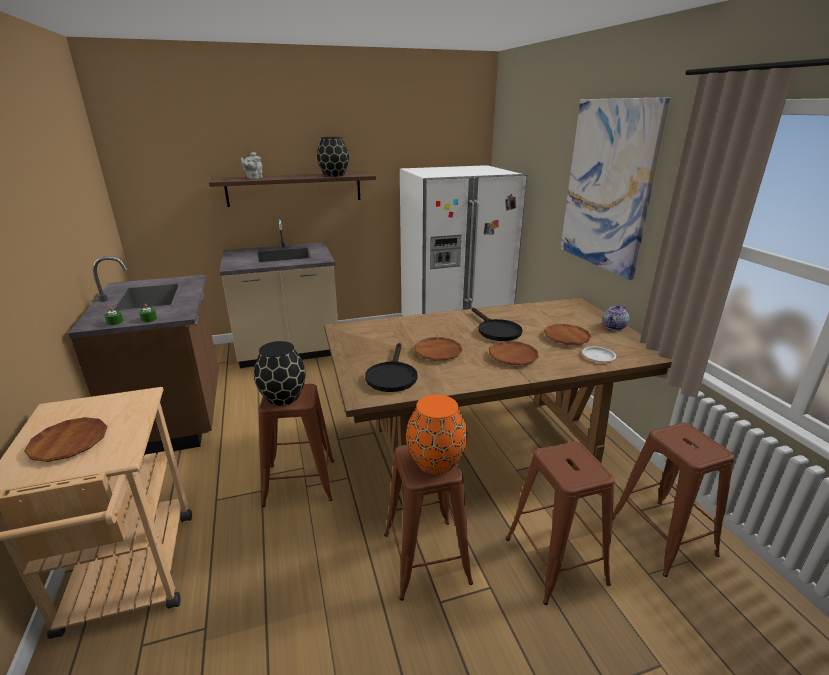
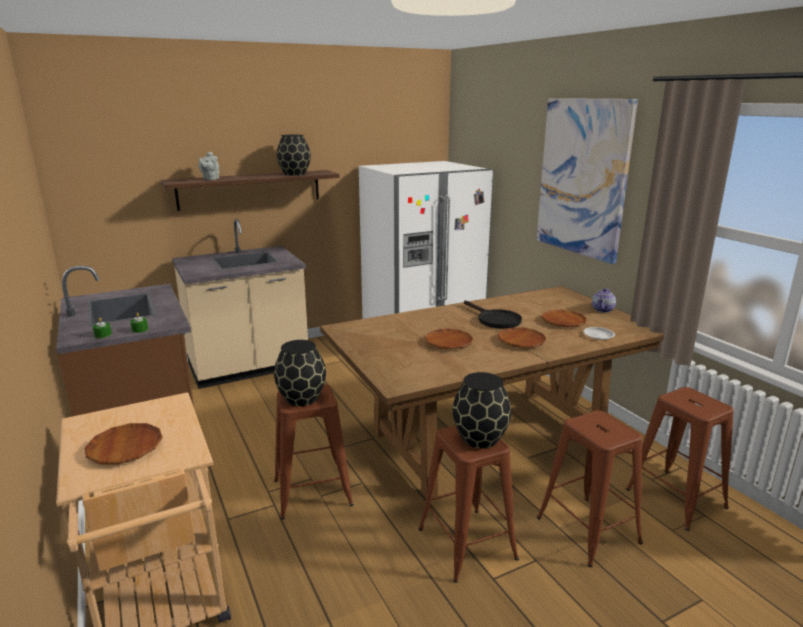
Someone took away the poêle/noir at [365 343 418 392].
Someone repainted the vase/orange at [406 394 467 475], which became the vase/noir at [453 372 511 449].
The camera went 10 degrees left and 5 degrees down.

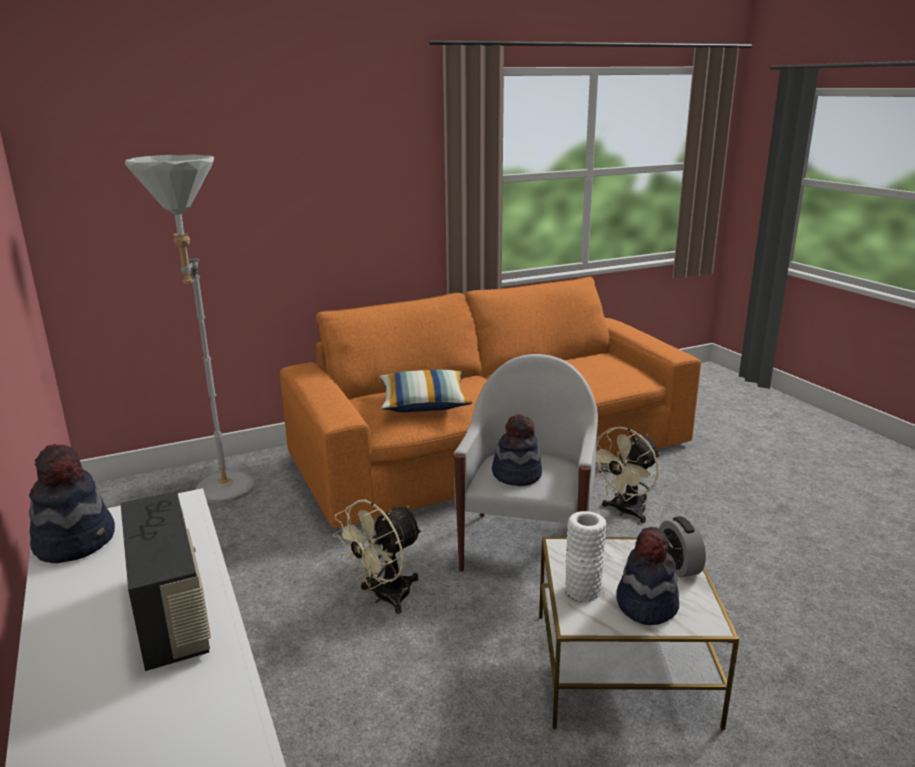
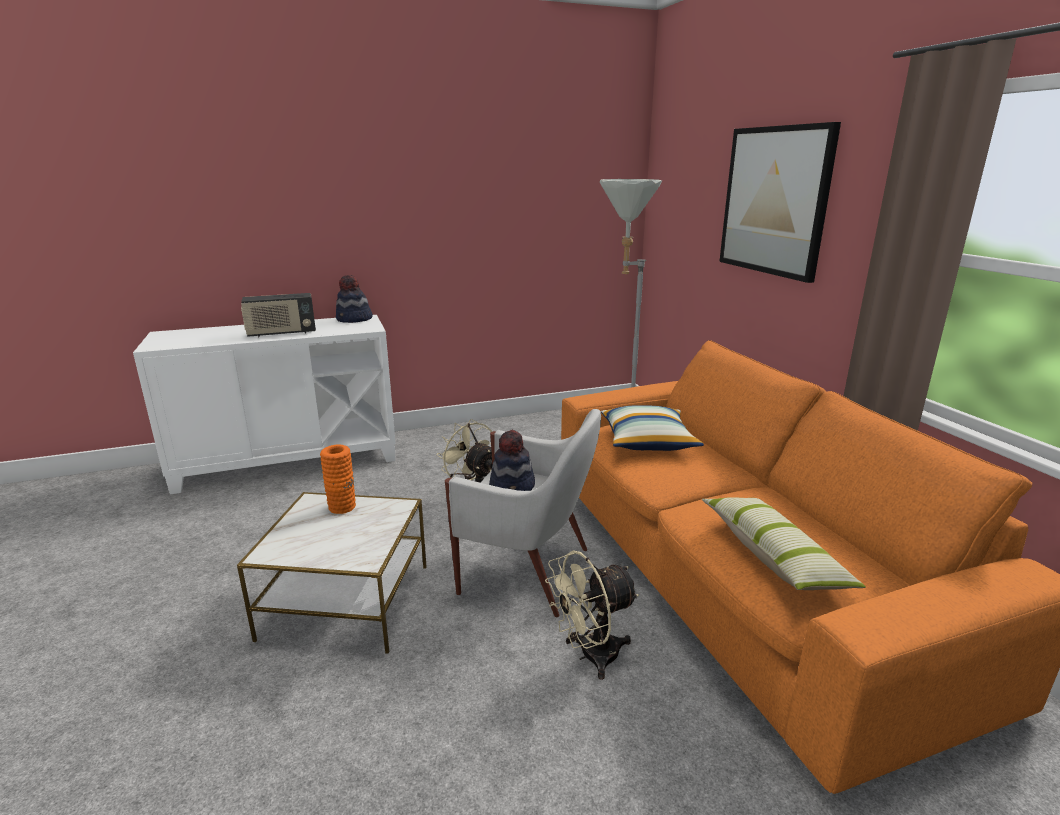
Someone repainted the vase/blanc at [565 511 607 602], which became the vase/orange at [320 445 356 514].
Someone rotated the ventilateur/beige at [595 427 661 523] by 75 degrees counterclockwise.
Someone took away the chapeau at [616 527 679 625].
Someone took away the réveil at [659 516 706 578].
Someone put down the coussin at [702 497 866 590].
Someone put up the tableau at [719 122 841 283].
The camera went 95 degrees right and 0 degrees up.

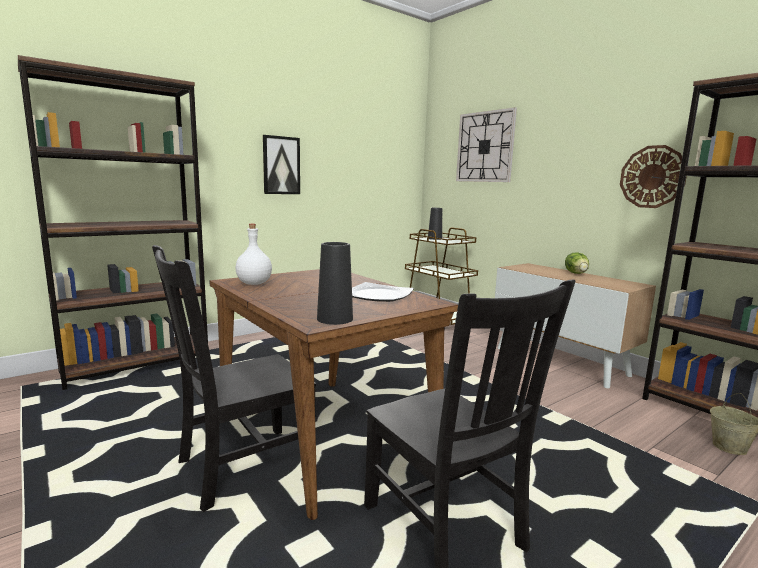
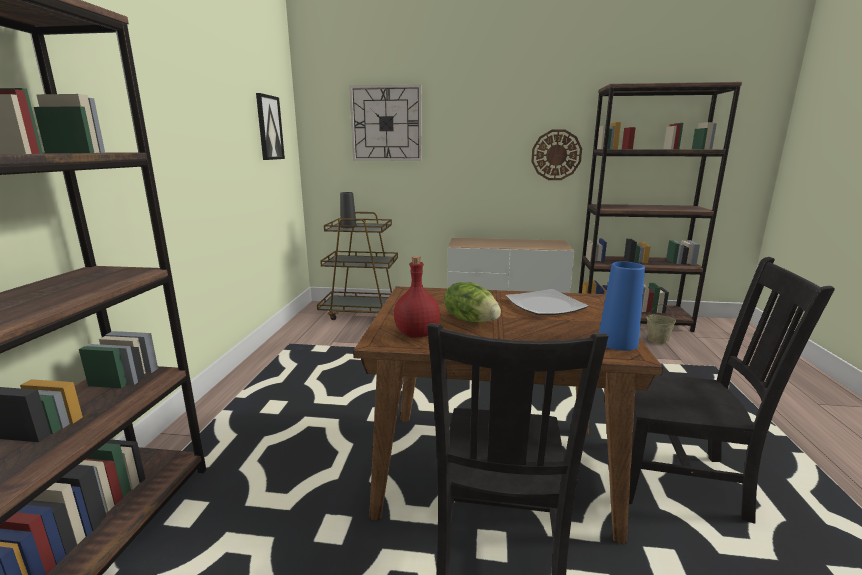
Someone repainted the bouteille/blanc at [235 224 272 285], which became the bouteille/rouge at [394 256 440 338].
Someone carried the tableau from [263 135 300 194] to [256 93 285 160].
Someone repainted the vase/noir at [317 242 353 325], which became the vase/bleu at [599 261 645 351].
Someone carried the laitue from [565 252 589 274] to [444 282 501 323].
The camera went 45 degrees left and 5 degrees up.

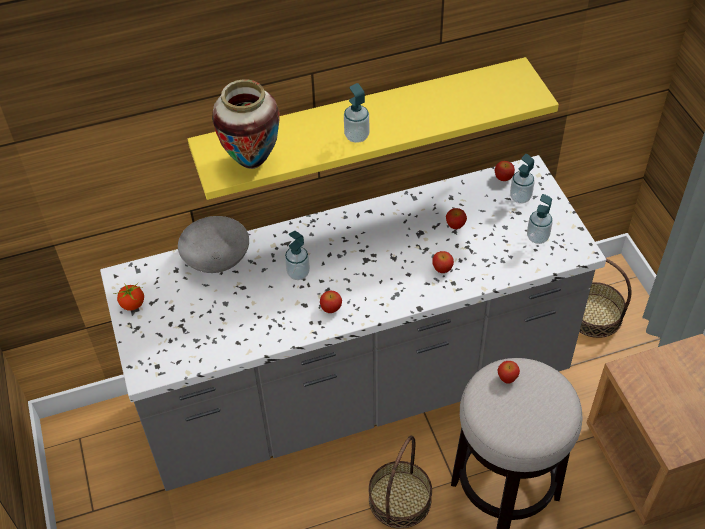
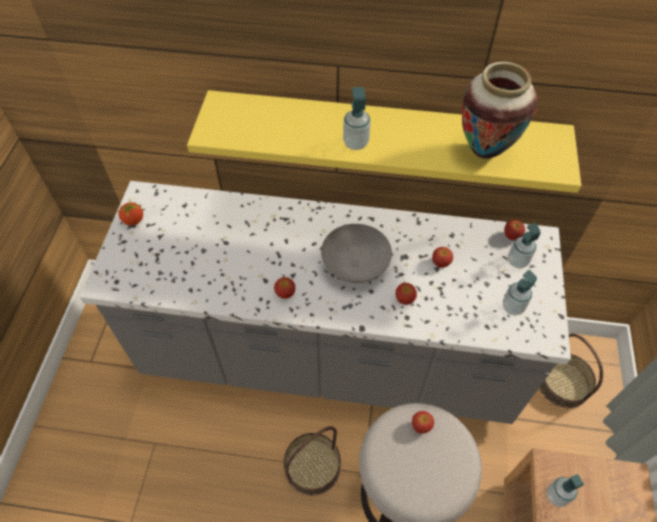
Someone carried the bol/gris from [178 216 249 273] to [321 224 392 283].
Someone carried the vase from [212 79 280 169] to [462 61 537 159].
Someone carried the distributeur de savon from [285 231 310 280] to [546 474 584 507].
The camera went 25 degrees right and 5 degrees up.

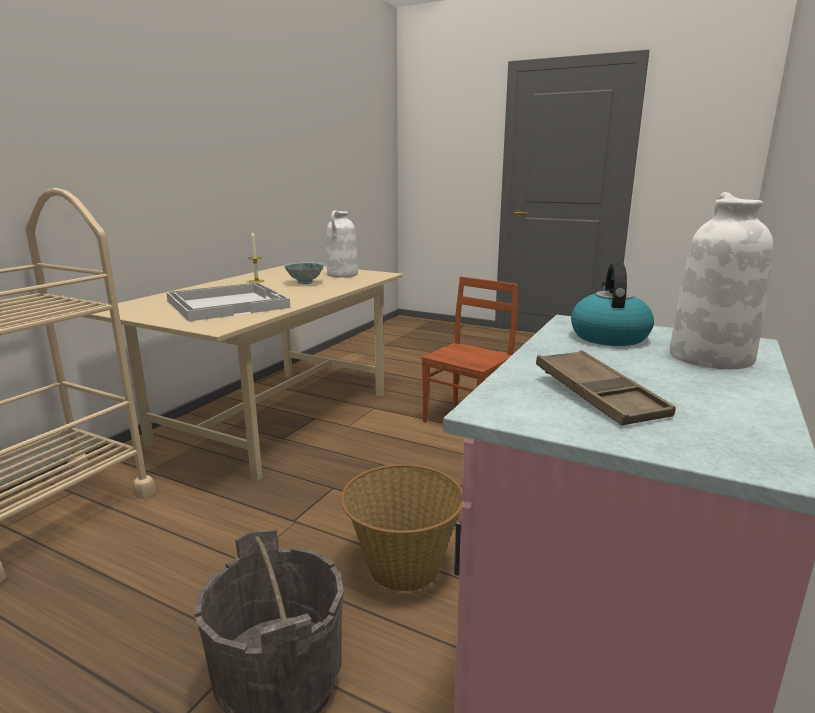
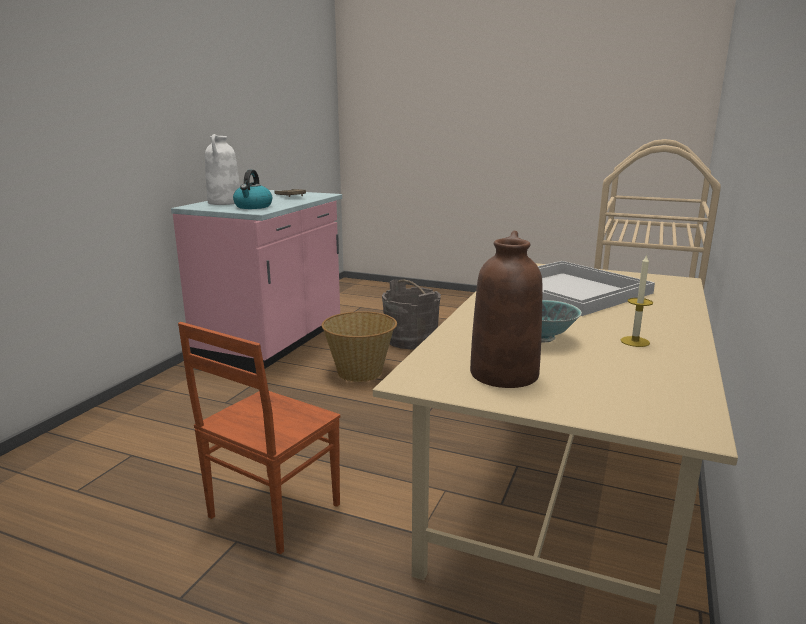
Someone repainted the vase/blanc at [327 210 358 278], which became the vase/marron at [470 231 542 388].
The camera went 175 degrees right and 0 degrees up.

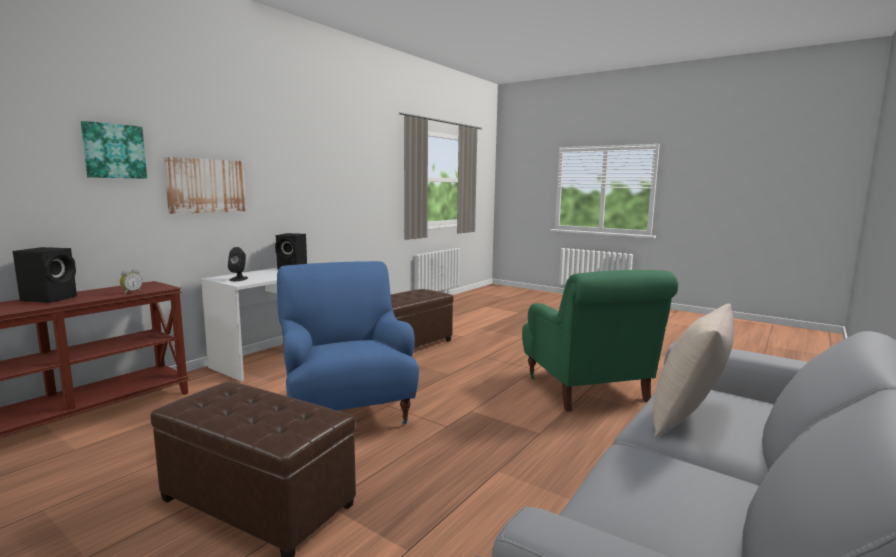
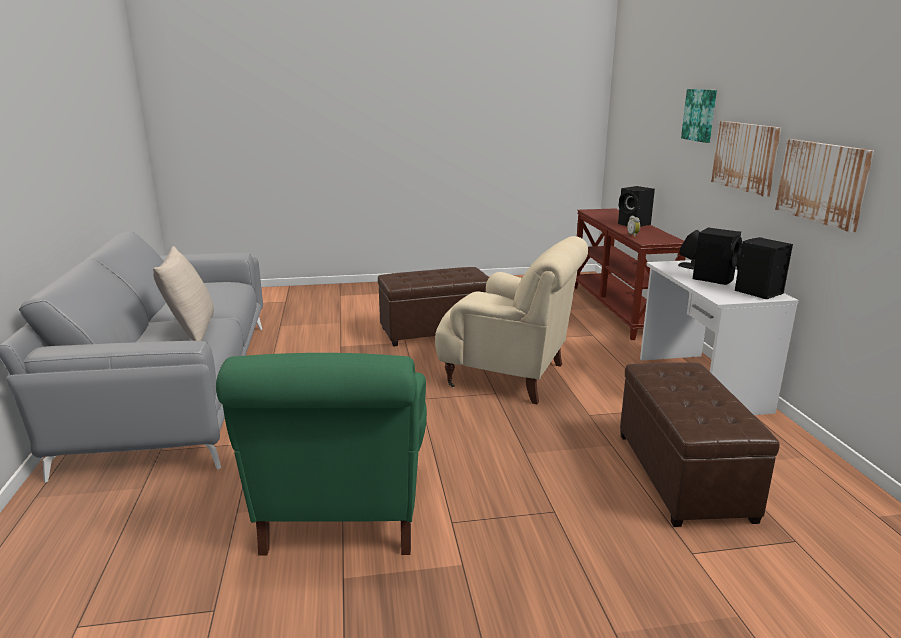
Someone repainted the fauteuil/bleu at [277 261 419 424], which became the fauteuil/beige at [435 236 588 405].
Someone rotated the fauteuil/vert at [522 270 678 412] by 120 degrees counterclockwise.
Someone put down the enceinte/noir at [693 228 742 285].
Someone put up the tableau at [775 139 874 232].
The camera went 135 degrees right and 10 degrees up.

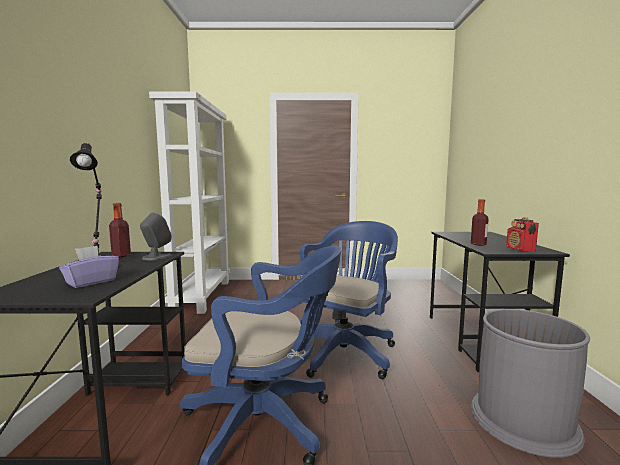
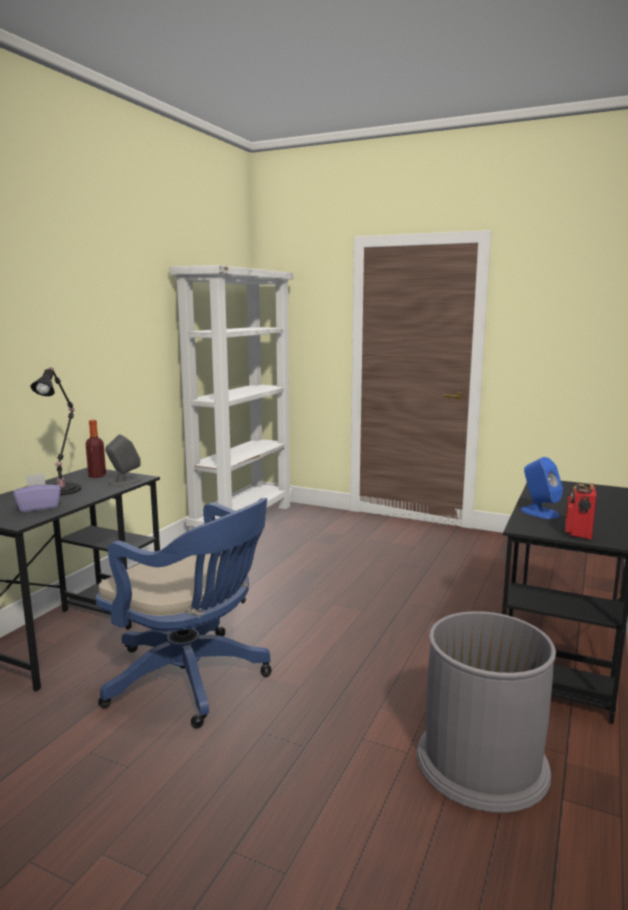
Someone took away the chaise de bureau/bleu at [300 221 398 379].
Someone swapped the bouteille at [471 199 489 245] for the enceinte/bleu at [521 457 563 519].
The camera went 25 degrees right and 5 degrees up.

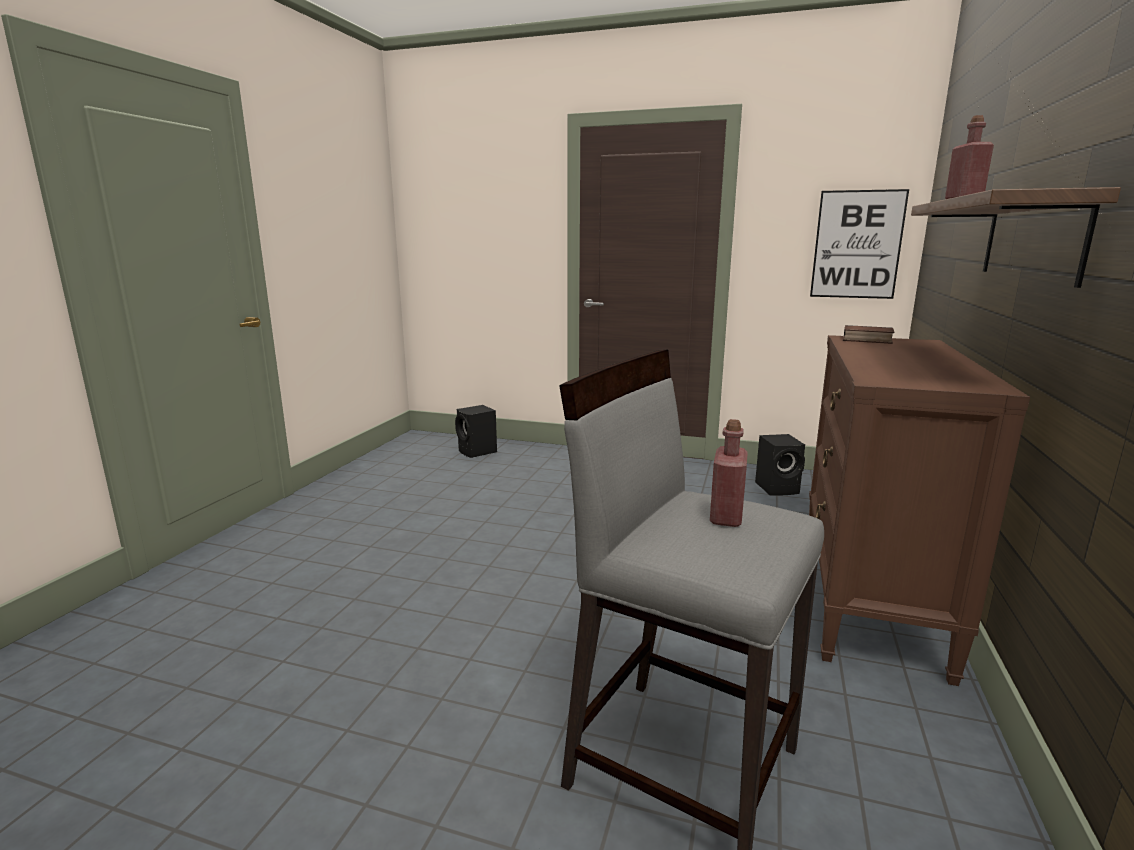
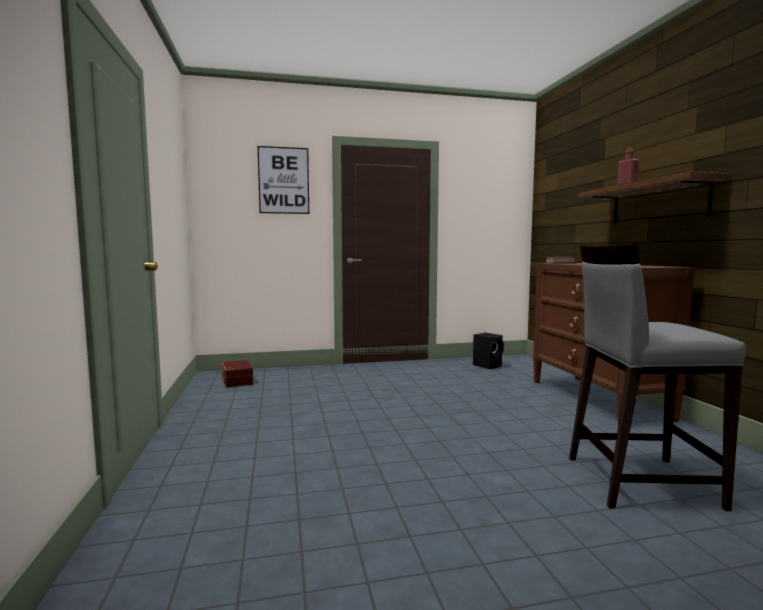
Someone took away the enceinte/noir at [455 405 497 458].
Someone took away the bouteille/rouge at [710 419 748 527].
Someone carried the tableau from [810 189 909 299] to [258 146 309 214].
Someone put down the boîte de rangement/marron at [221 360 254 388].
The camera went 30 degrees left and 10 degrees down.

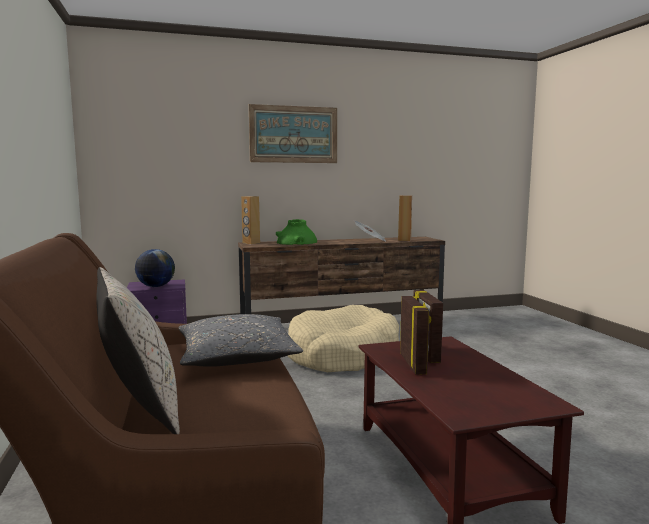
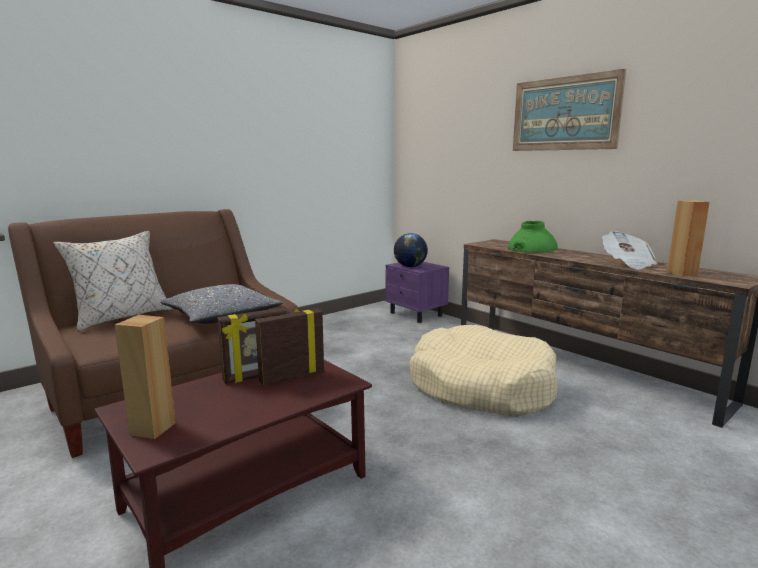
Someone carried the enceinte/marron from [241 196 260 244] to [115 315 176 439].
The camera went 65 degrees right and 5 degrees up.

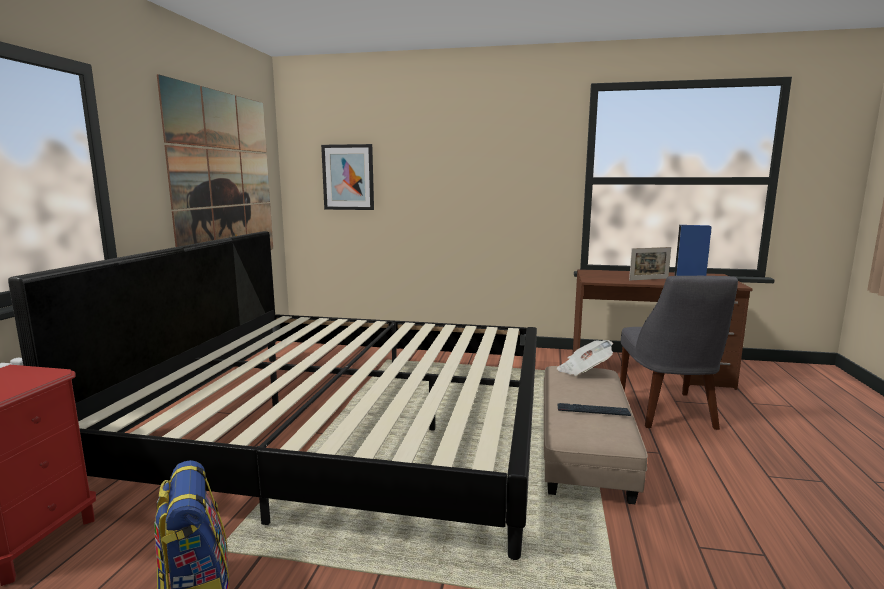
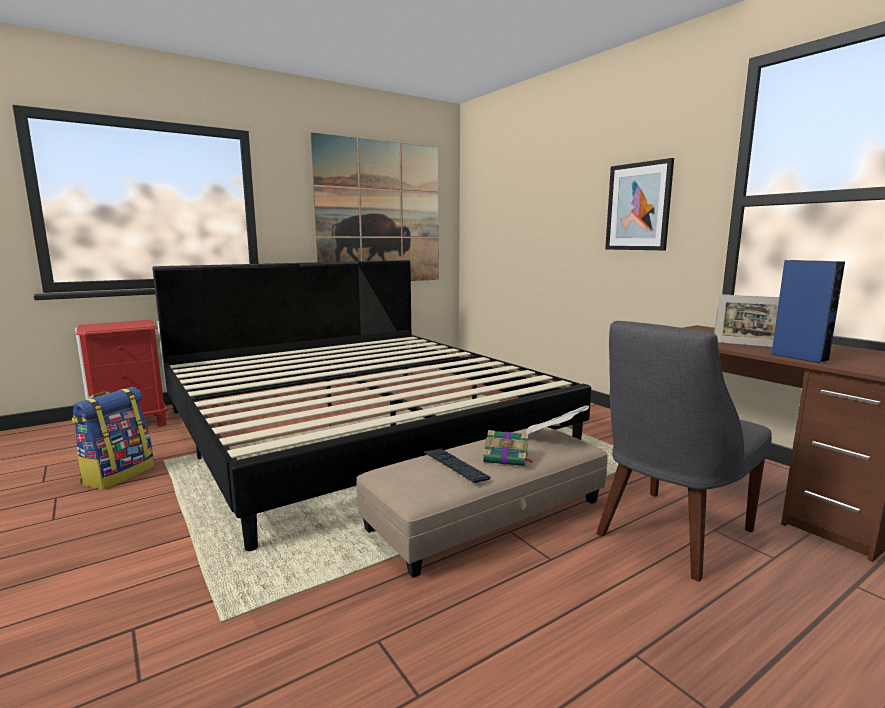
Someone carried the tableau from [321 144 374 210] to [605 158 674 250].
Someone put down the livre at [483 430 534 466].
The camera went 45 degrees right and 0 degrees up.

